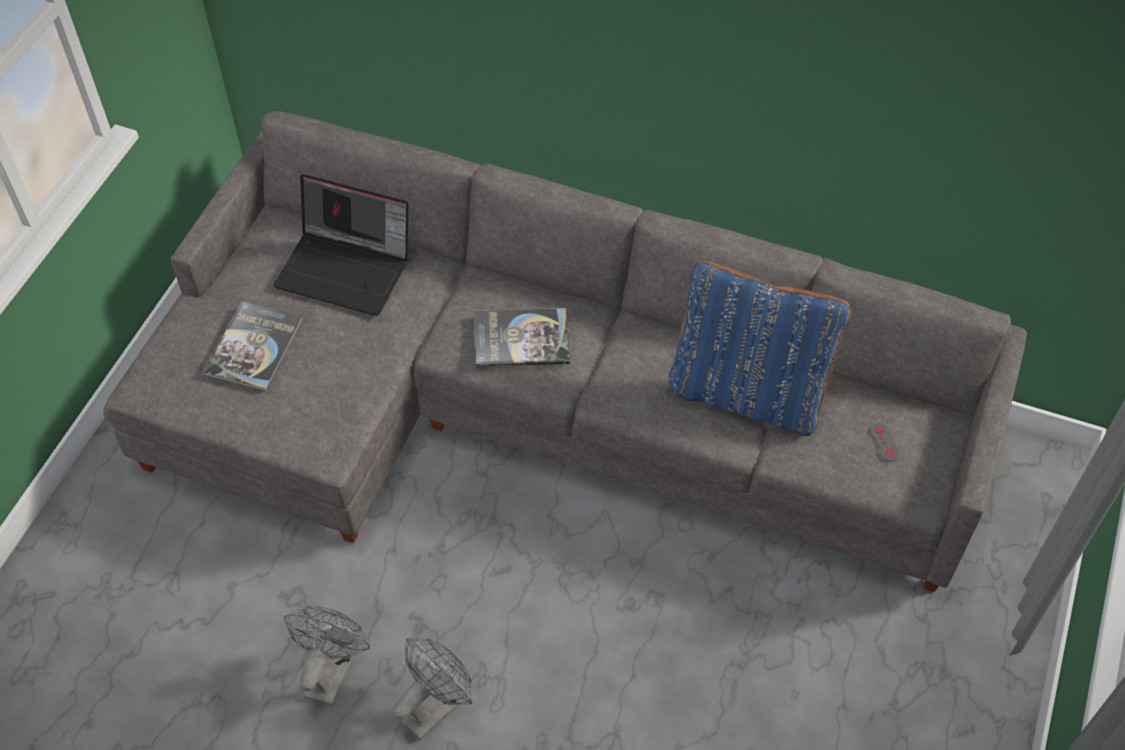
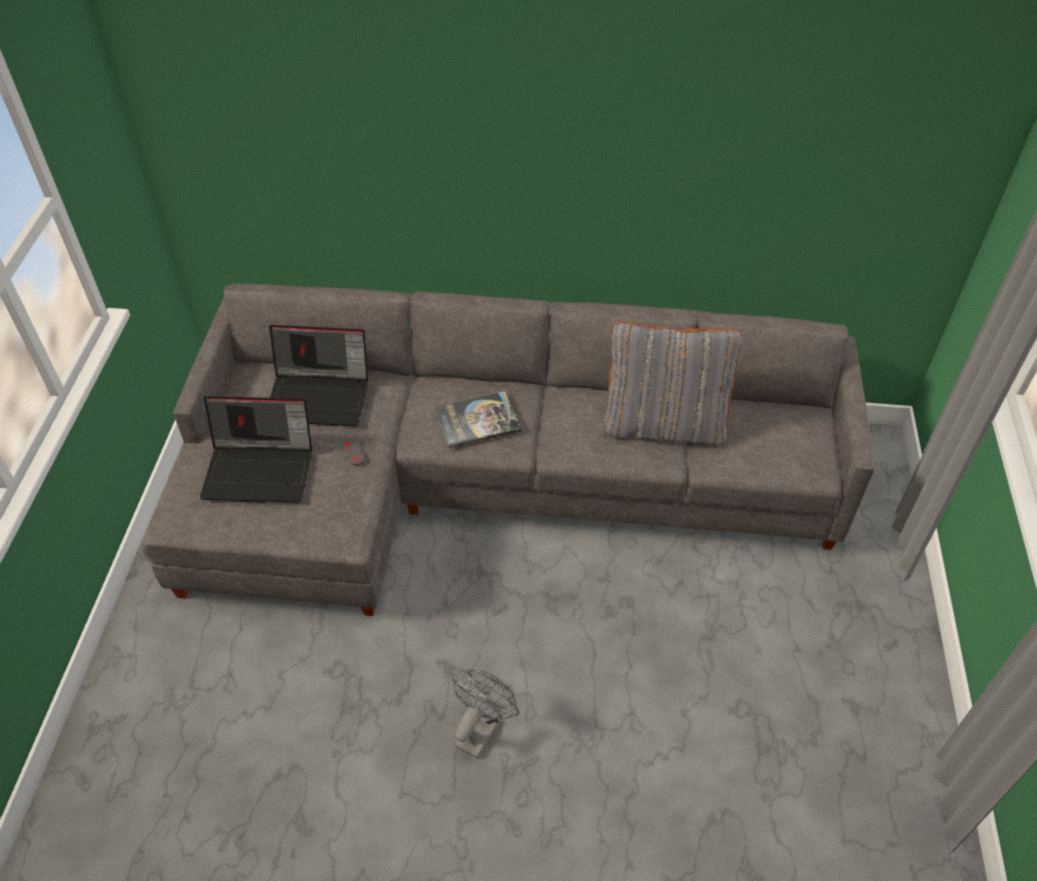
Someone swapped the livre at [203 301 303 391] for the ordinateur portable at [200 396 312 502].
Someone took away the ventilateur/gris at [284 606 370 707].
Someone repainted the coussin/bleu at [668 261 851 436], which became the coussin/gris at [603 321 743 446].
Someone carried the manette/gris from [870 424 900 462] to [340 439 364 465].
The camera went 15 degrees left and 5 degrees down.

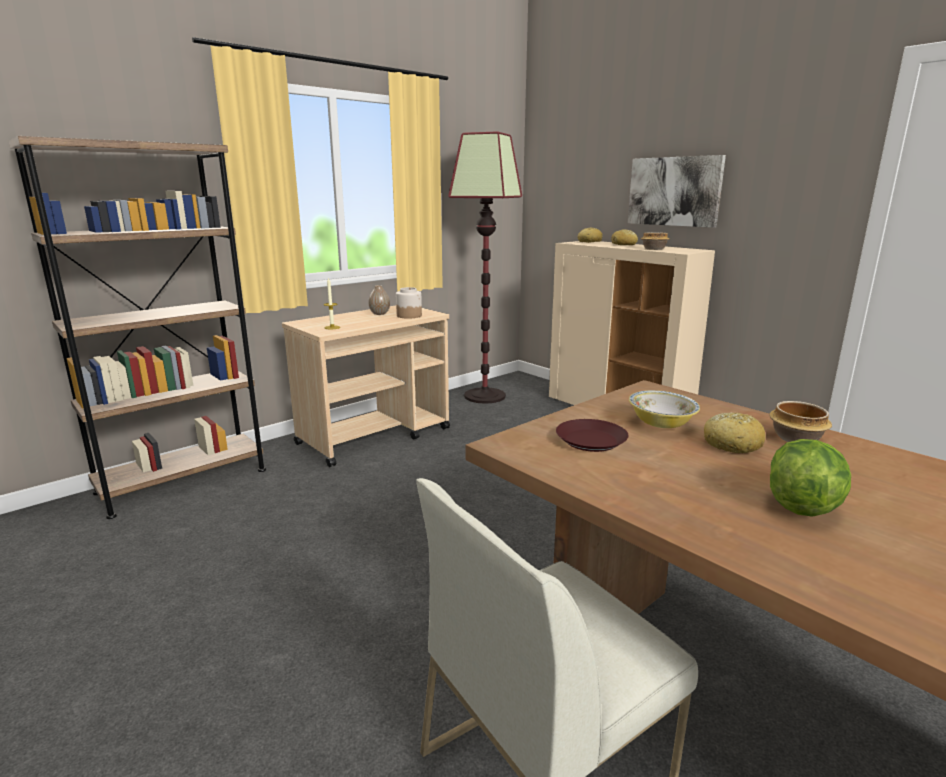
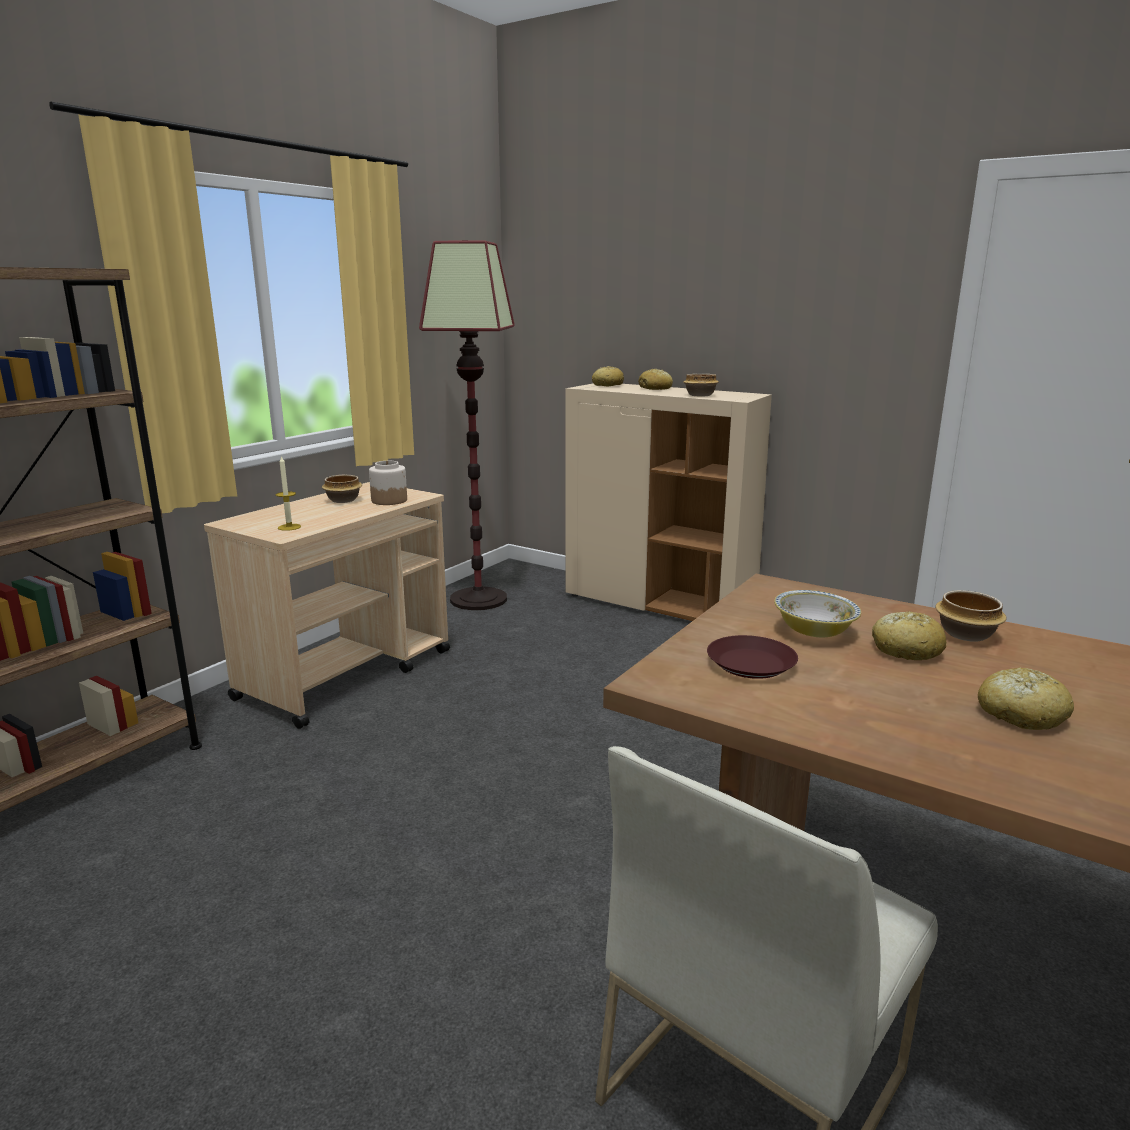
Someone swapped the vase at [368 285 390 315] for the bol at [322 475 362 503].
Someone took away the tableau at [628 155 726 228].
Someone swapped the laitue at [770 439 851 517] for the pain at [978 667 1074 730].
The camera went 15 degrees left and 0 degrees up.

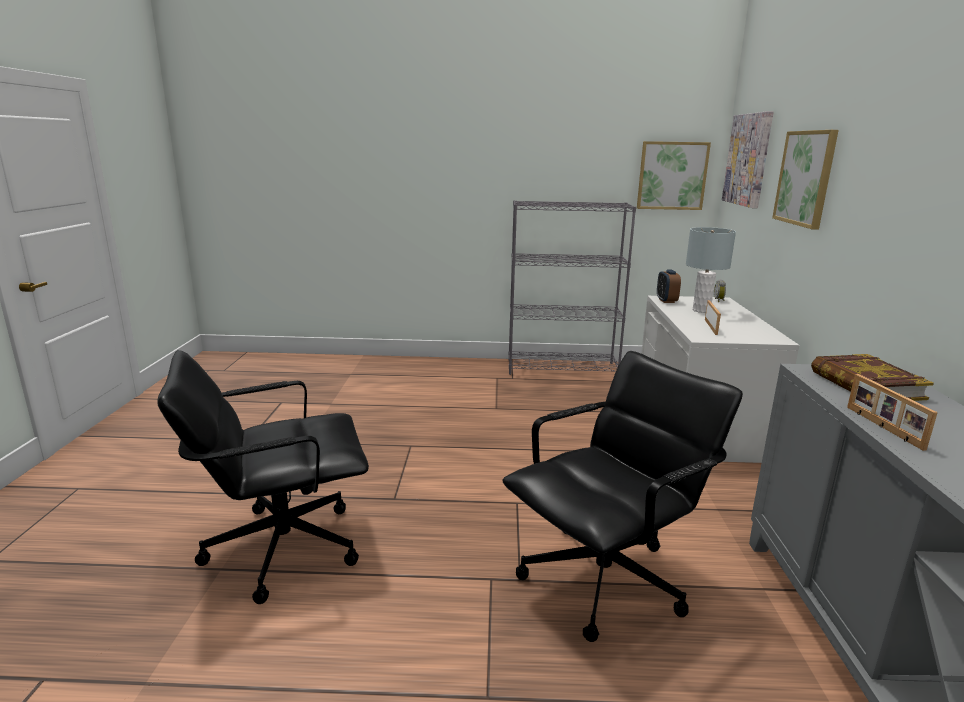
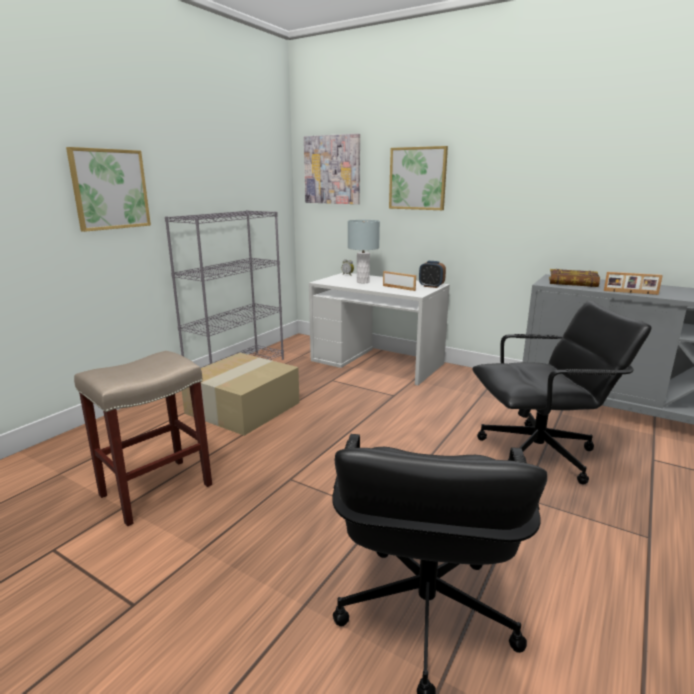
Someone rotated the chaise de bureau/noir at [502 351 743 642] by 90 degrees clockwise.
Someone carried the tableau from [637 141 711 210] to [66 147 151 232].
Someone carried the réveil from [657 270 681 303] to [419 261 446 288].
Someone put down the tabouret/beige at [74 351 212 526].
Someone put down the carton at [182 353 300 436].
The camera went 60 degrees left and 0 degrees up.

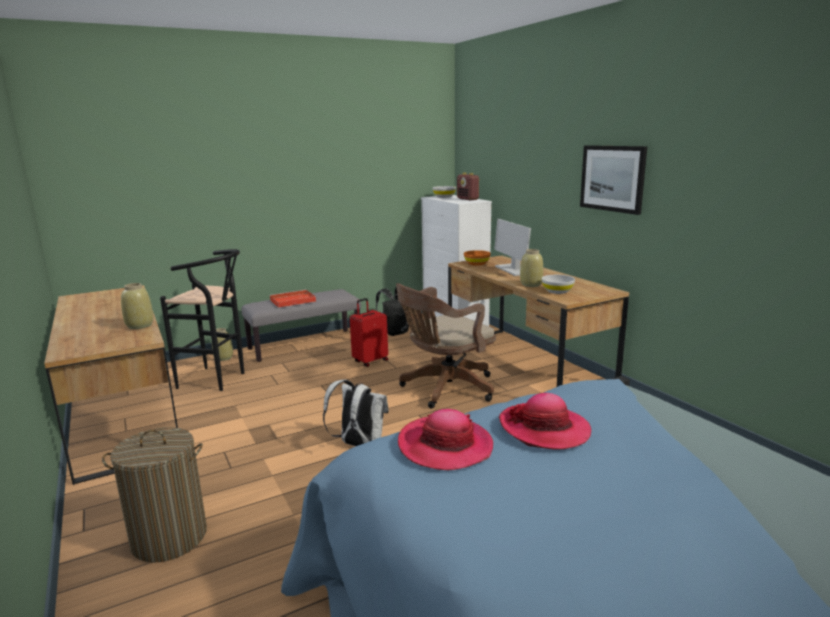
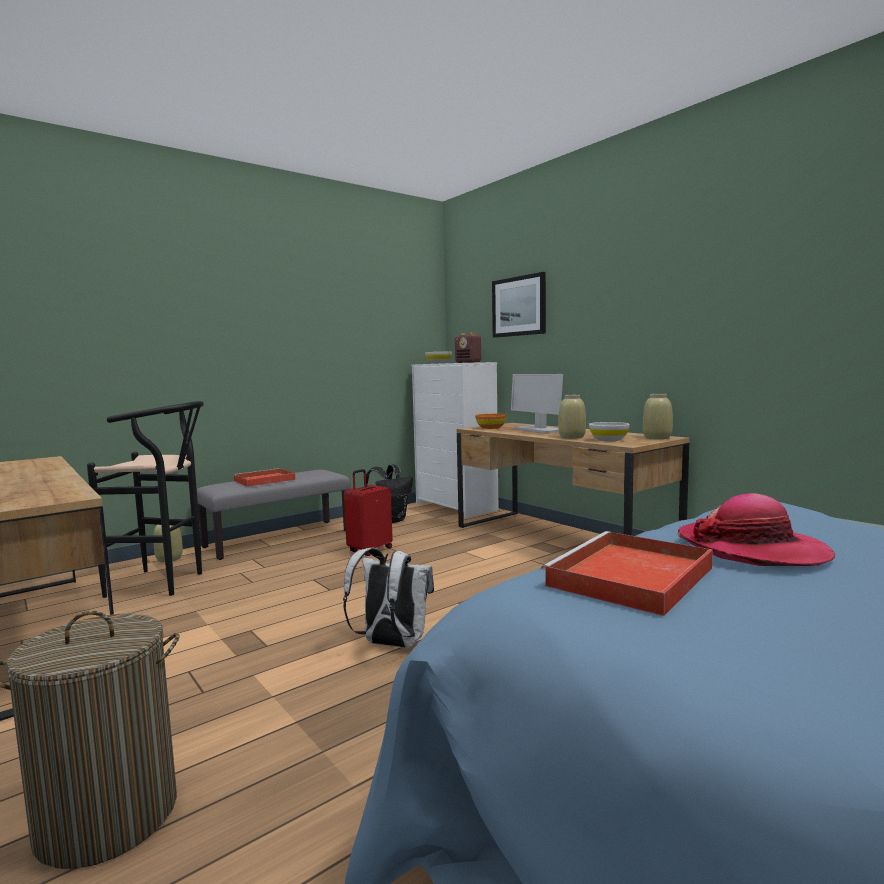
Someone carried the vase/beige from [121 283 153 329] to [643 394 673 439].
Someone took away the chaise de bureau/marron at [396 284 496 408].
Someone swapped the chapeau at [398 409 493 470] for the plateau/rouge at [541 531 713 616].
Someone carried the tableau from [580 145 647 215] to [492 272 546 337].
The camera went 10 degrees left and 10 degrees down.

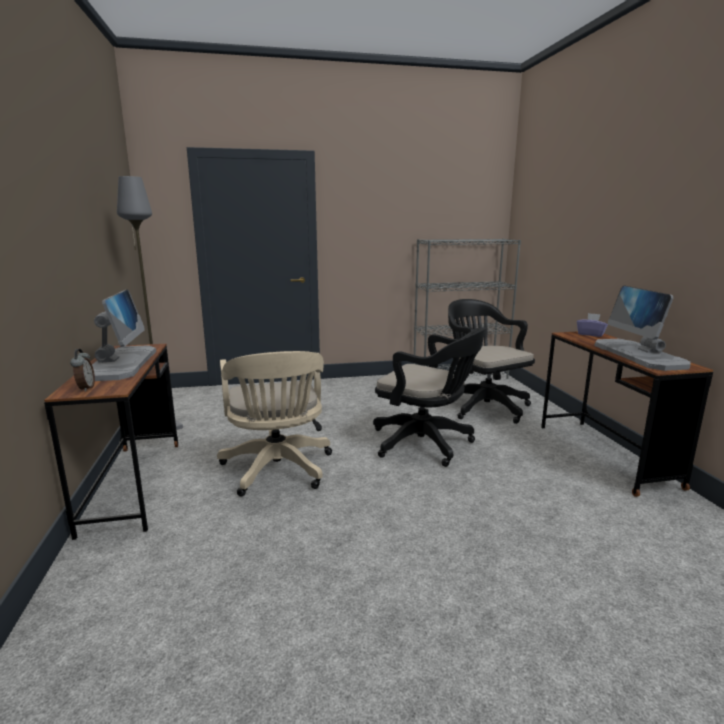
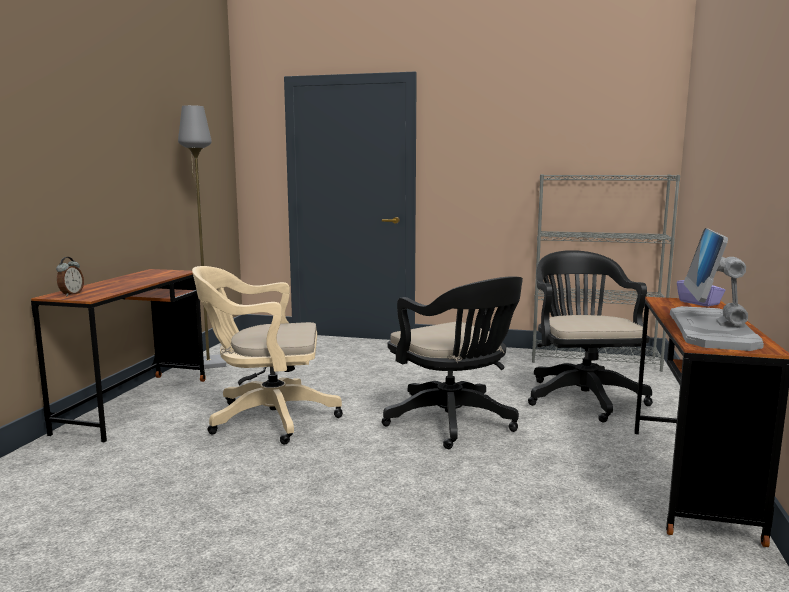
Someone took away the écran d'ordinateur at [92 289 156 381].
Someone rotated the chaise de bureau/beige at [217 351 332 497] by 75 degrees clockwise.
The camera went 25 degrees right and 5 degrees down.

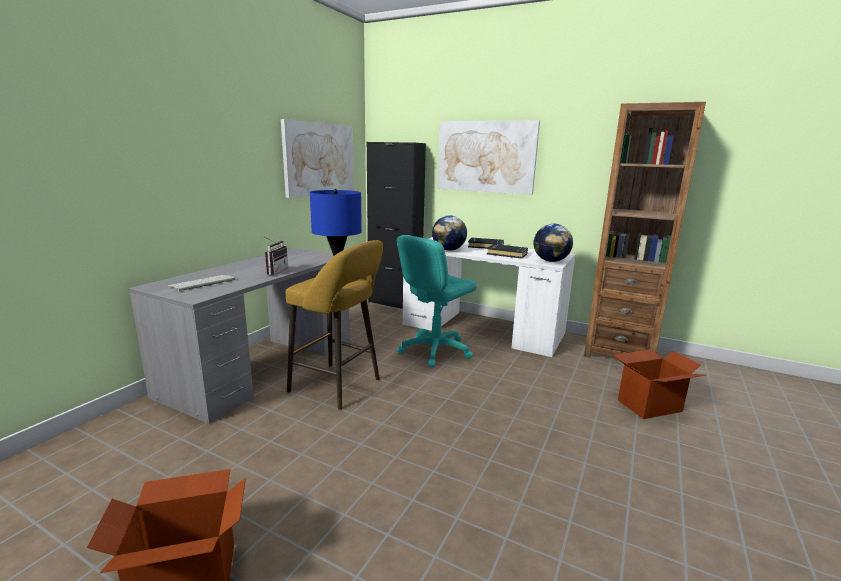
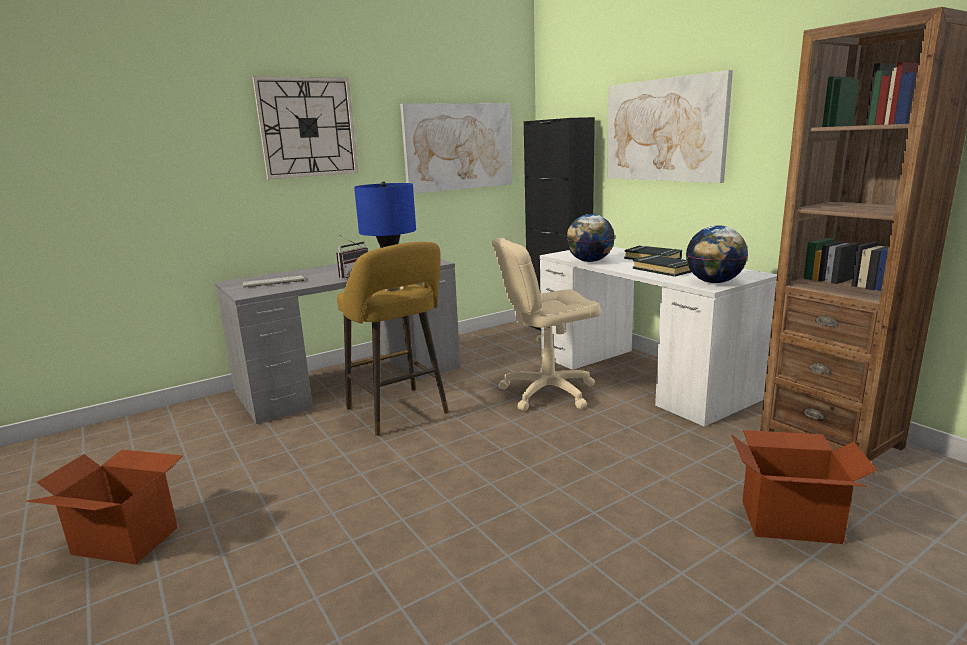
Someone repainted the chaise de bureau/turquoise at [397 235 477 367], which became the chaise de bureau/beige at [492 238 601 411].
Someone put up the horloge murale at [252 76 358 179].
The camera went 30 degrees right and 0 degrees up.

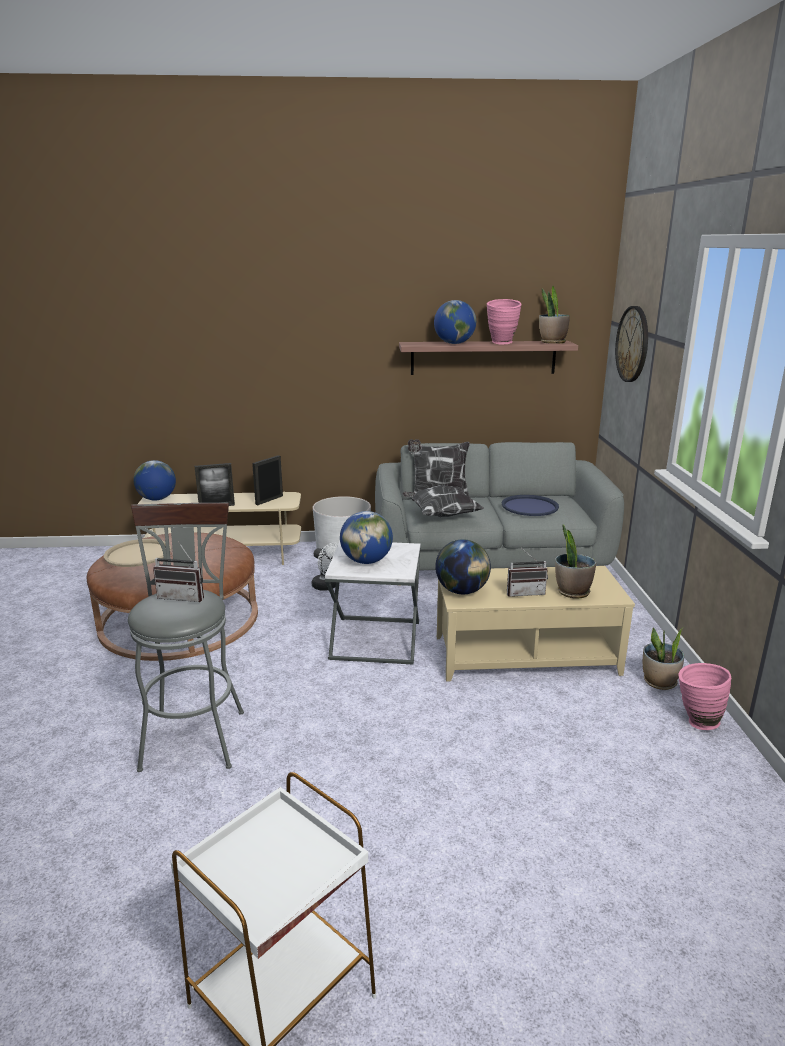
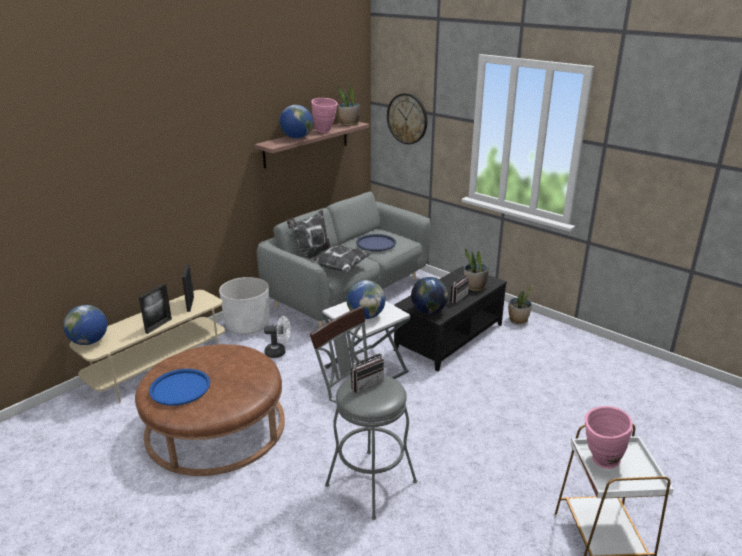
Someone repainted the plateau/beige at [104 539 171 567], which became the plateau/bleu at [149 369 210 406].
Someone repainted the table basse/beige at [437 566 635 681], which became the table basse/noir at [394 266 507 372].
Someone carried the vase/rose from [678 663 731 730] to [585 406 633 469].
The camera went 45 degrees left and 5 degrees up.

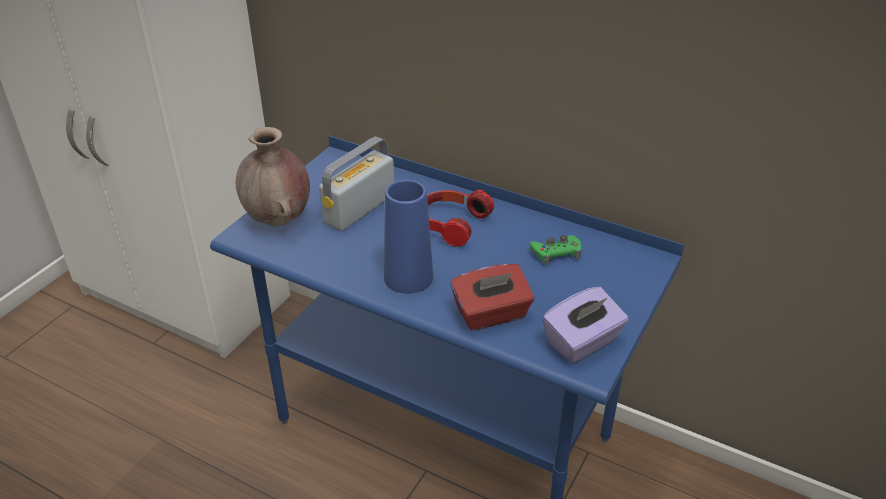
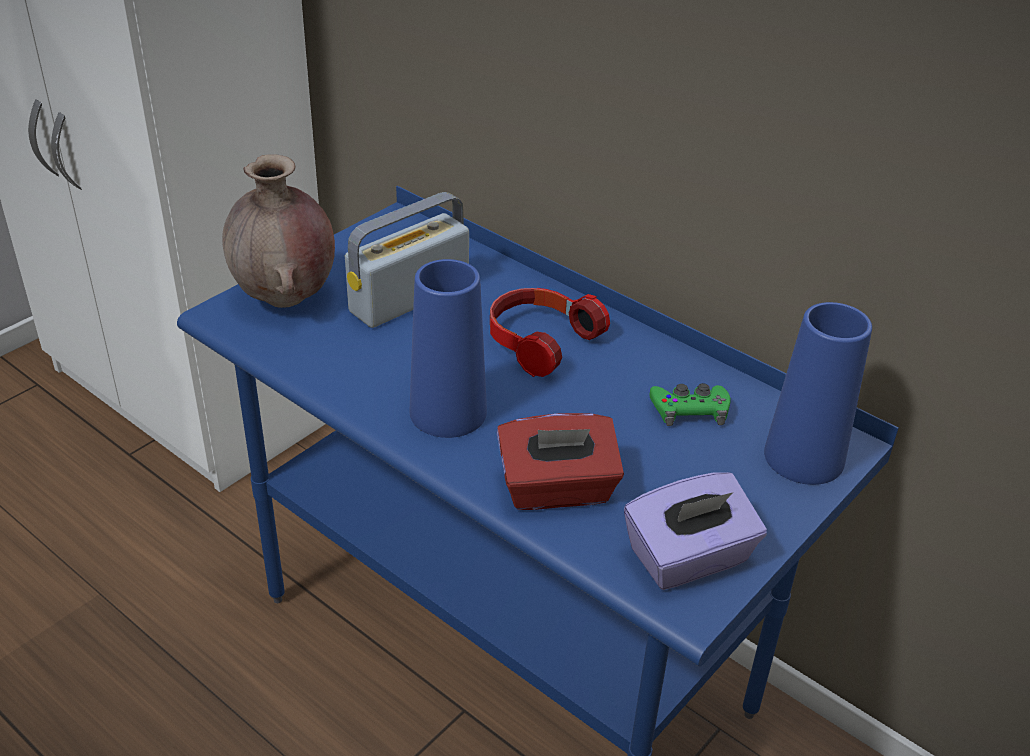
Someone put down the vase/bleu at [764 302 872 485].
The camera went 10 degrees right and 0 degrees up.

